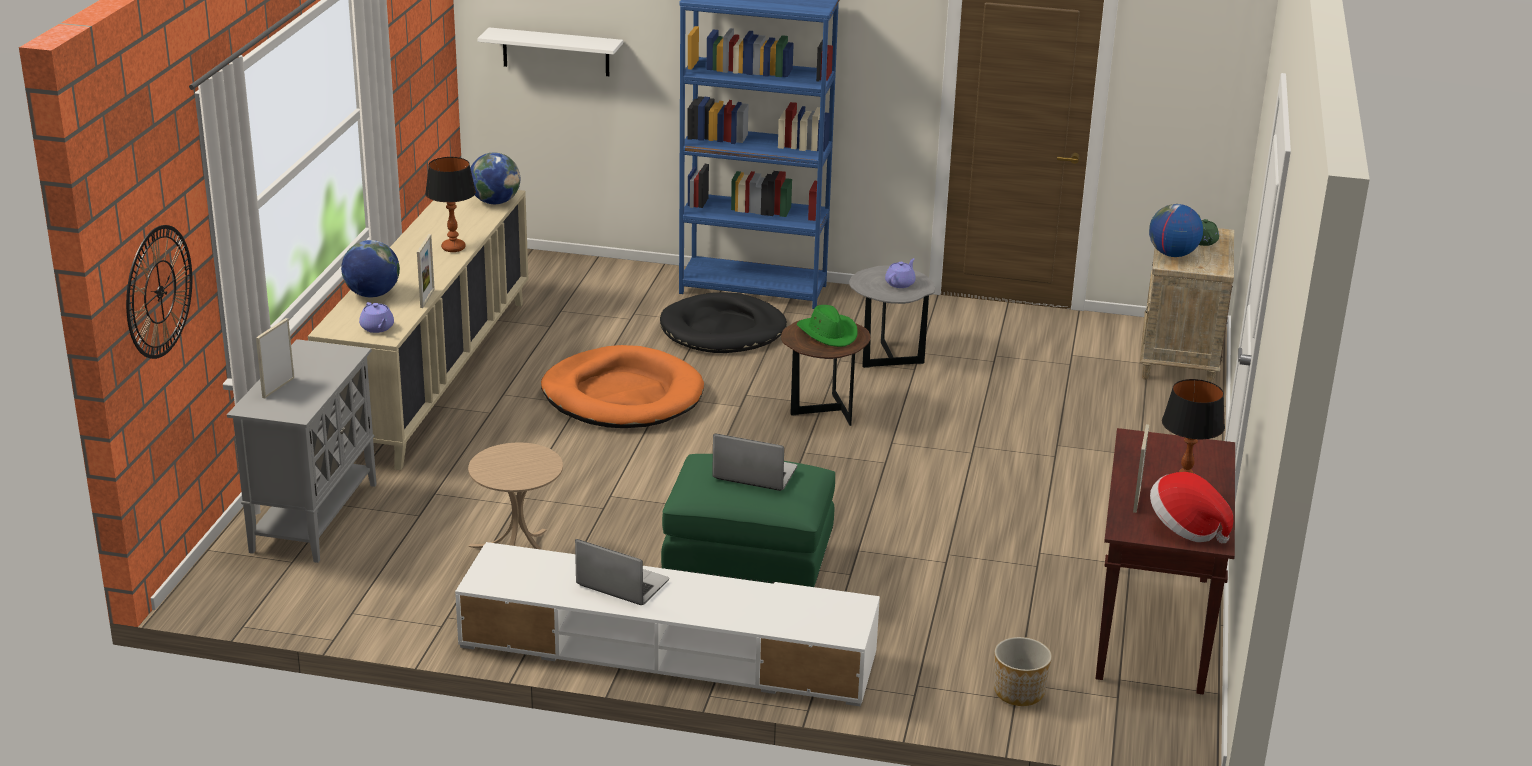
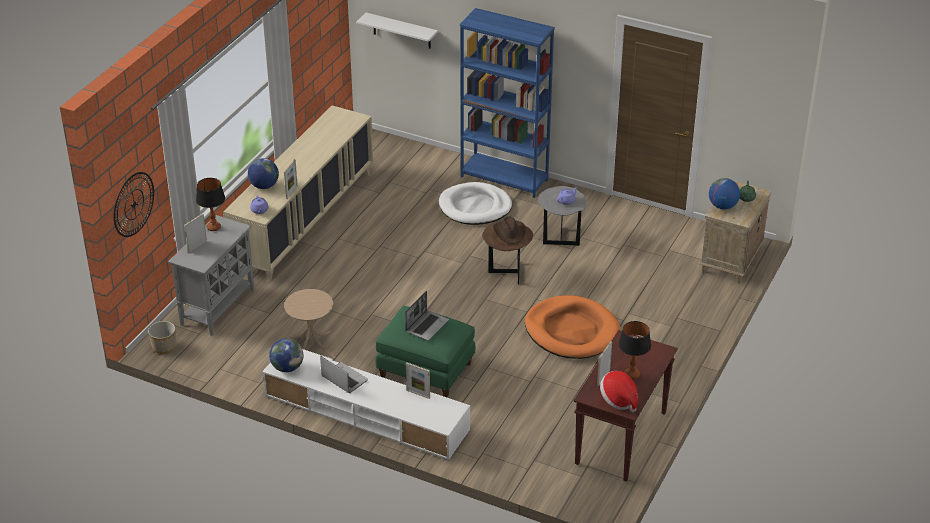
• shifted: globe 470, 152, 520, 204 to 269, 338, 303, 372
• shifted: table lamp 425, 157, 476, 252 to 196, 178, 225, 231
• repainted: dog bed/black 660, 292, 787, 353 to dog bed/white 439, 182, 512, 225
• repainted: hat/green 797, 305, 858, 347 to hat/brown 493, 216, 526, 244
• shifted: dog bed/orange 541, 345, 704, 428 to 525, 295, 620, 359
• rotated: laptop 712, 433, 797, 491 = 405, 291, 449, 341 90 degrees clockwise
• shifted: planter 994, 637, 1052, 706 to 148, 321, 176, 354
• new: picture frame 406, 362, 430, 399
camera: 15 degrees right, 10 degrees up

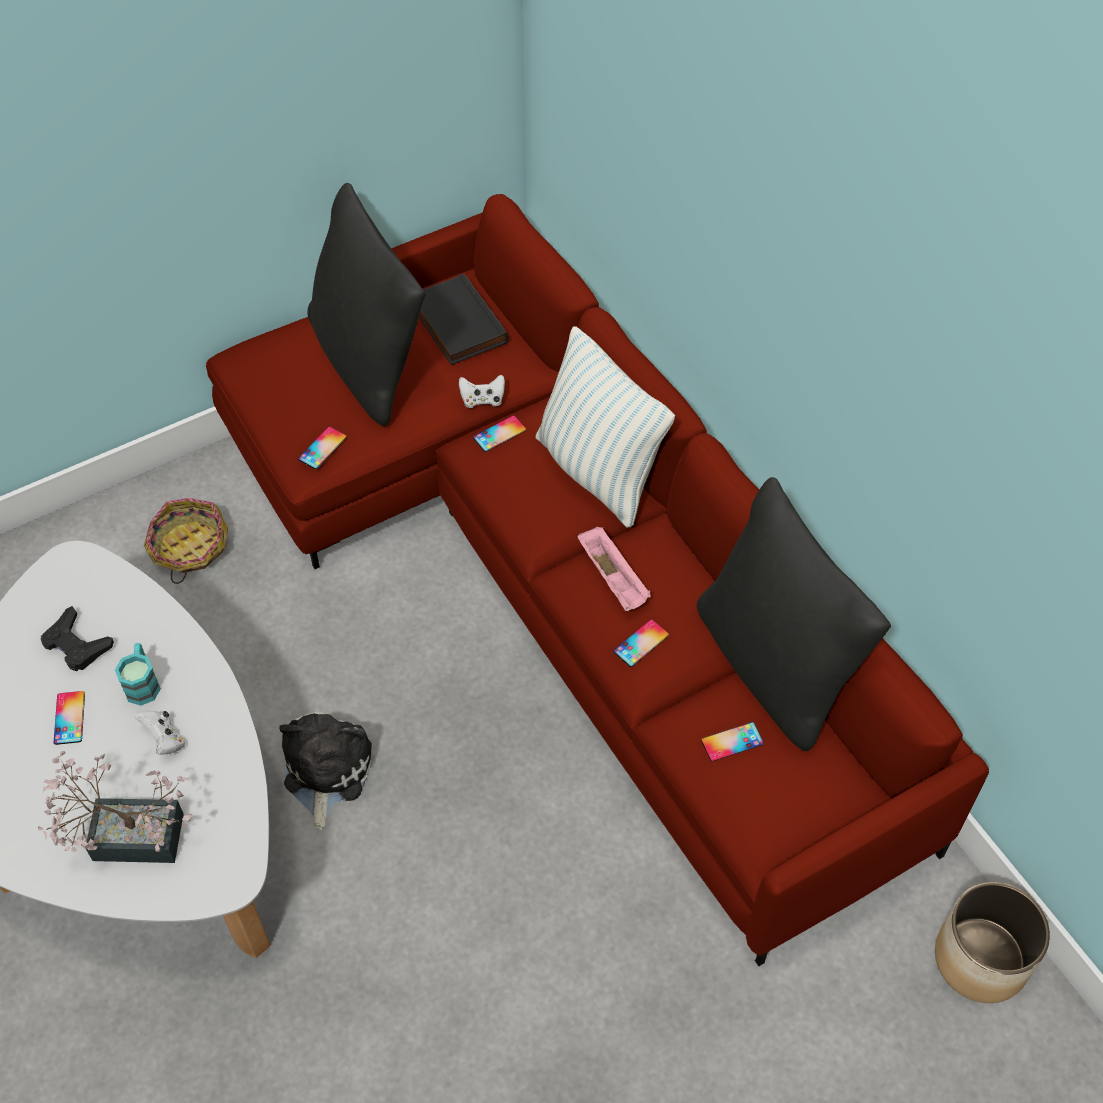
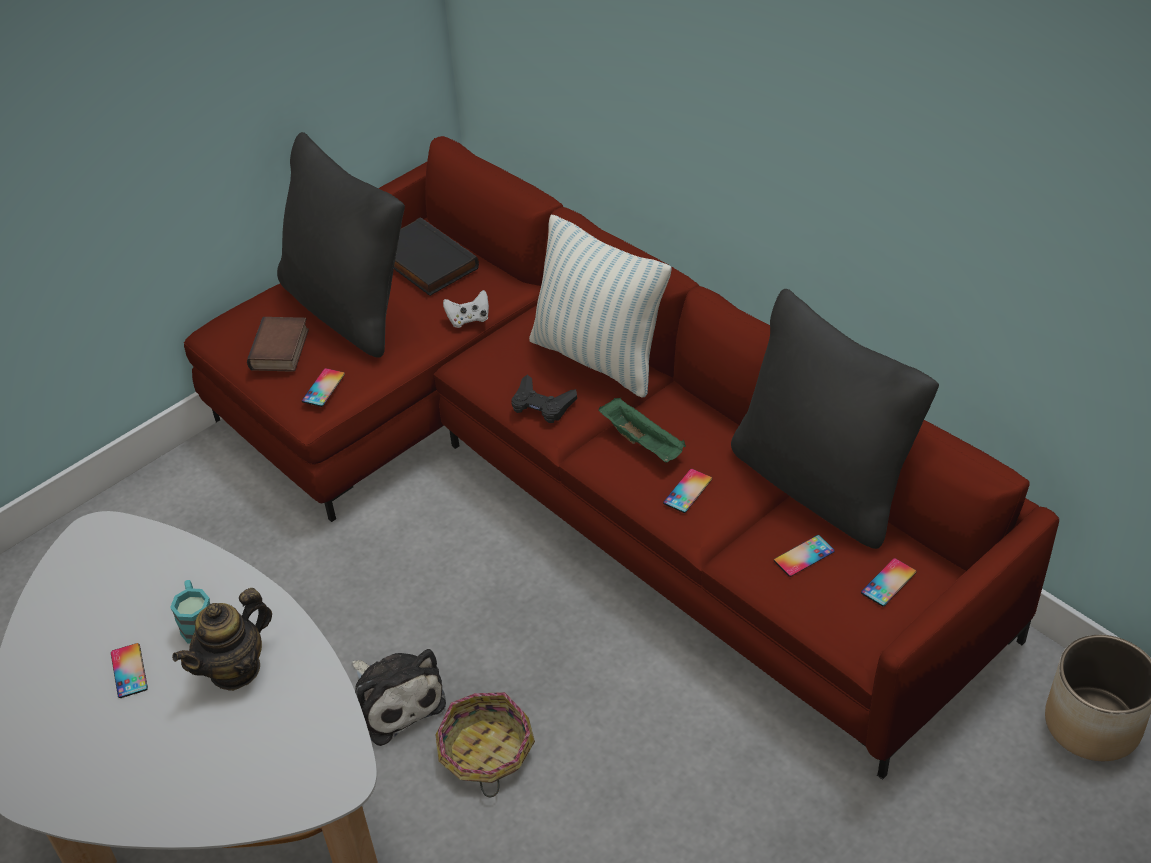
• shifted: phone 473, 415, 526, 452 to 861, 558, 916, 606
• shifted: basket 144, 498, 228, 584 to 435, 692, 535, 797
• repainted: tray/pink 577, 527, 651, 611 to tray/green 598, 398, 686, 463
• shifted: game controller/black 40, 606, 114, 671 to 511, 374, 577, 423
• swapped: game controller/white 135, 711, 185, 755 to teapot 172, 588, 272, 691
• rotated: plush toy 279, 712, 372, 830 = 352, 649, 446, 746 150 degrees clockwise
• gone: potted plant 38, 751, 192, 863
• new: book 247, 317, 309, 372
camera: 10 degrees left, 10 degrees down

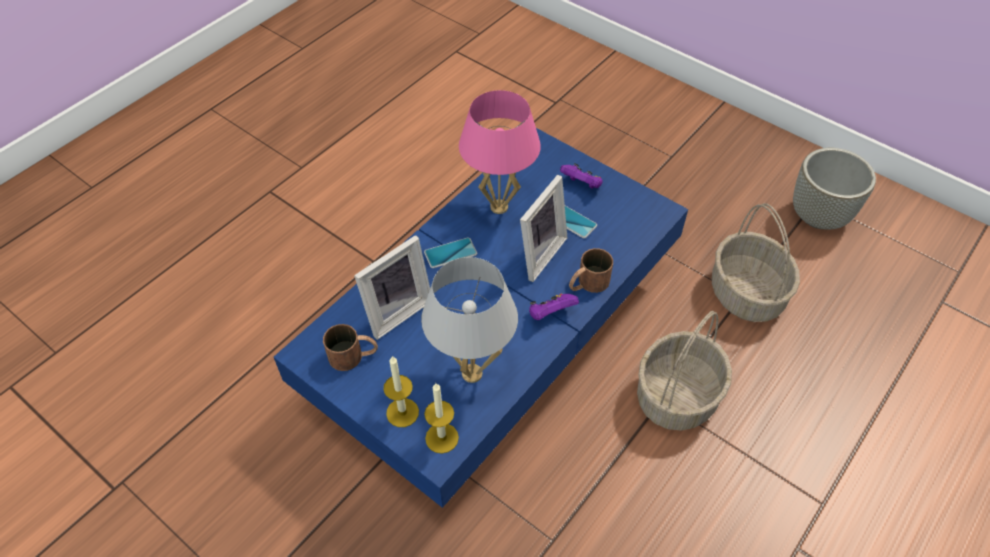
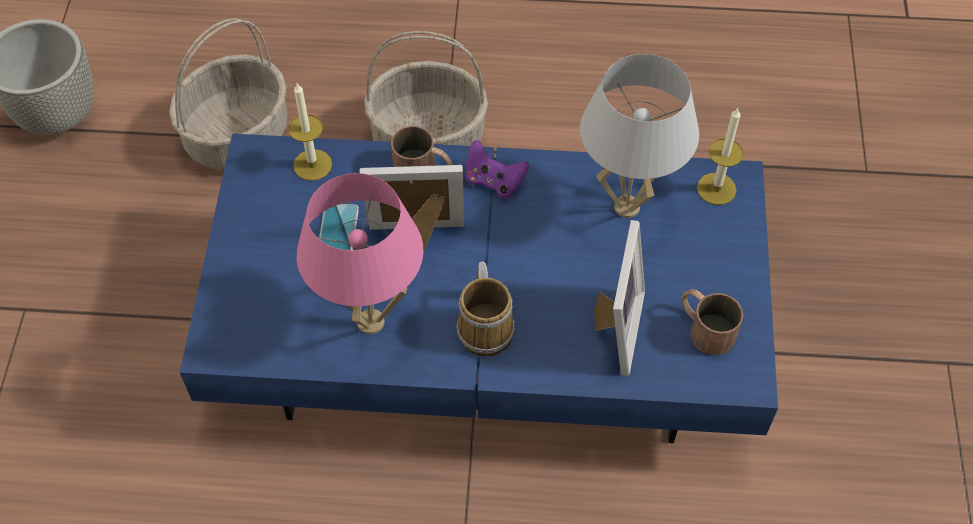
• gone: game controller/purple 560, 163, 603, 189
• rotated: picture frame 354, 235, 430, 340 = 594, 220, 645, 376 90 degrees clockwise
• swapped: phone 424, 238, 477, 268 to mug 456, 261, 515, 357
• shifted: candle 384, 356, 419, 427 to 288, 83, 332, 181
camera: 125 degrees left, 5 degrees up

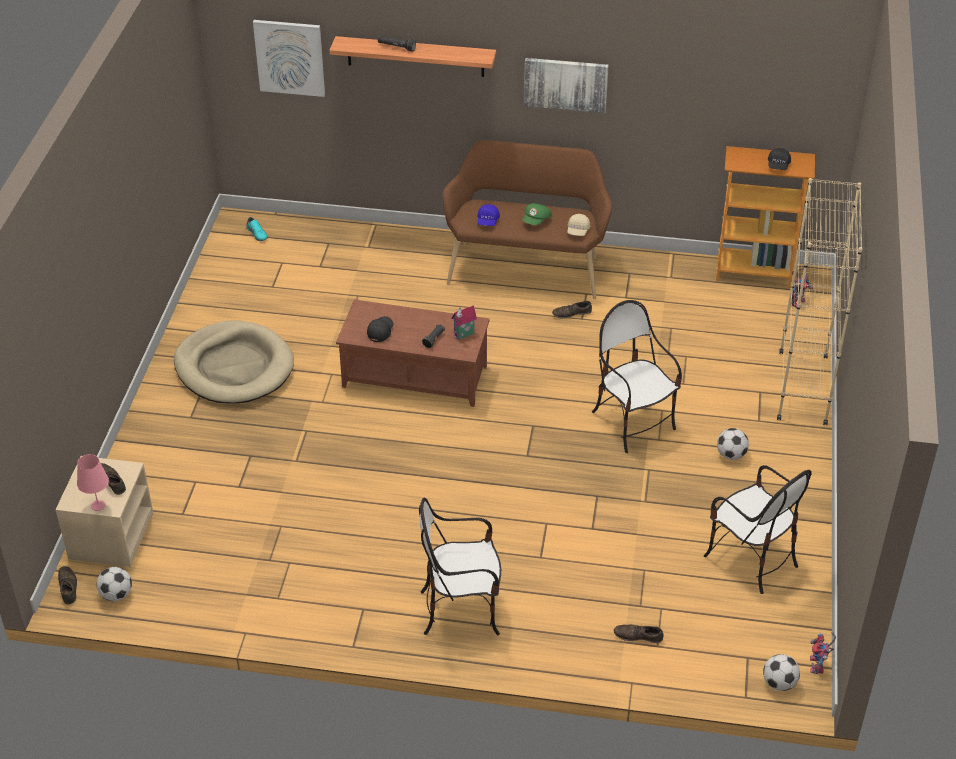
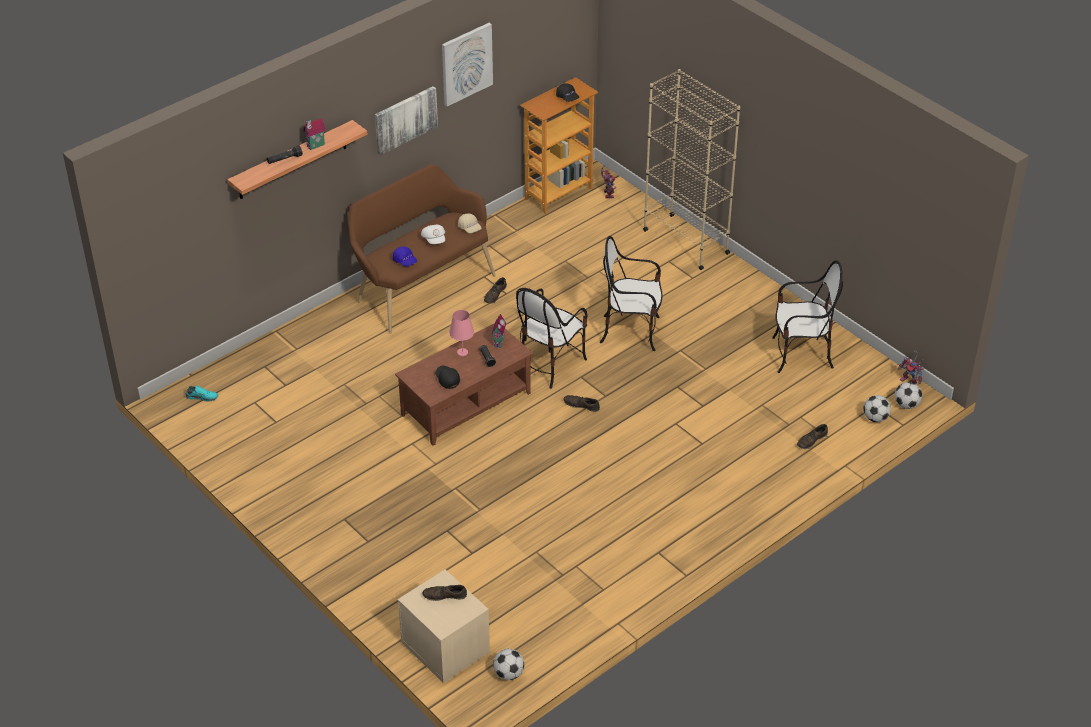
• shifted: picture 253, 20, 325, 97 to 442, 23, 493, 106
• repainted: cap/green 523, 203, 552, 225 to cap/white 421, 225, 445, 244
• gone: dog bed/beige 174, 321, 294, 404
• shifted: football 717, 428, 749, 460 to 863, 395, 891, 422
• shifted: table lamp/pink 77, 454, 109, 511 to 449, 310, 474, 356
• shifted: chair 419, 498, 501, 635 to 516, 288, 587, 389
• shifted: shoe/brown 58, 566, 77, 605 to 563, 395, 600, 412
• new: toy house 303, 118, 326, 150
camera: 50 degrees left, 0 degrees up

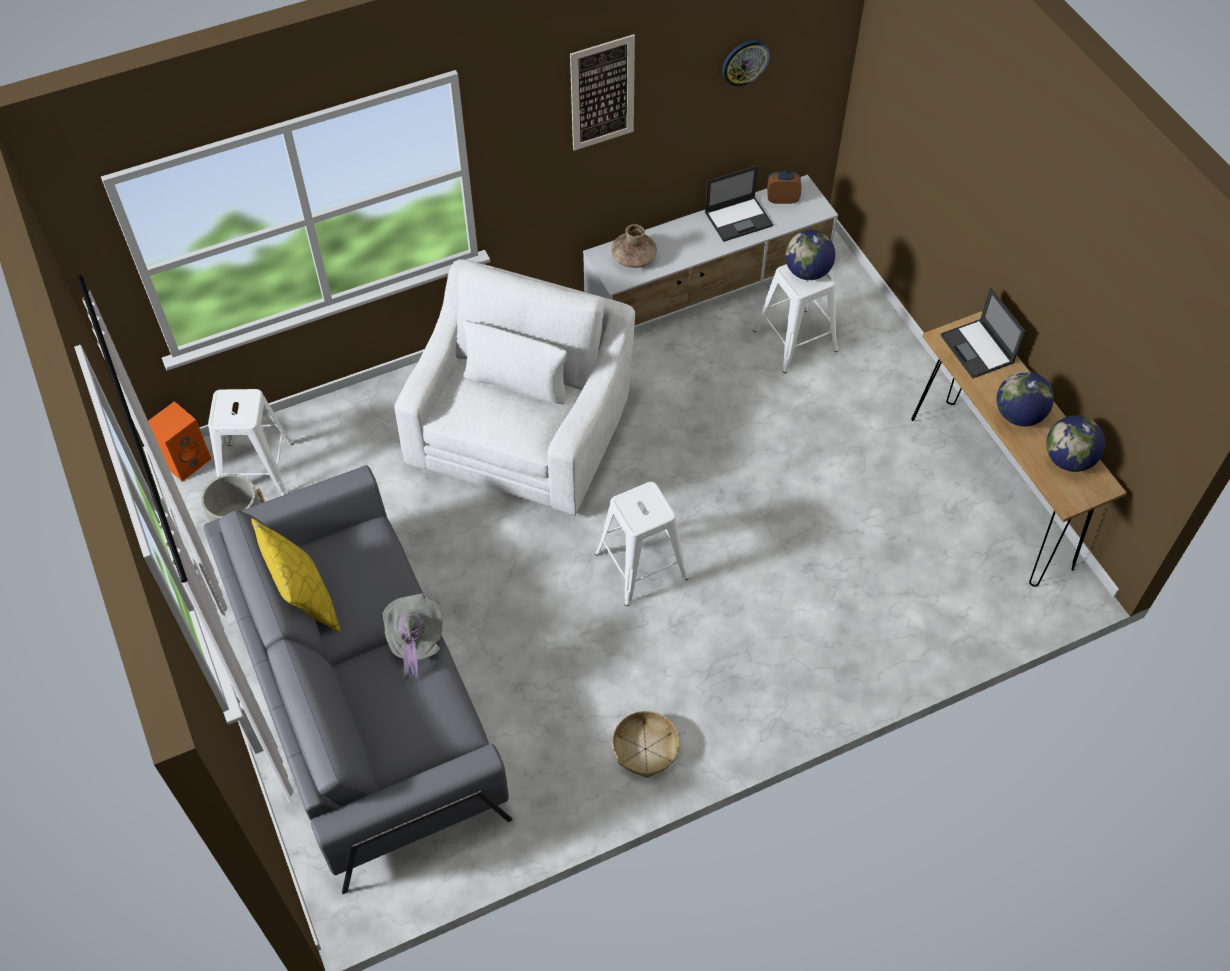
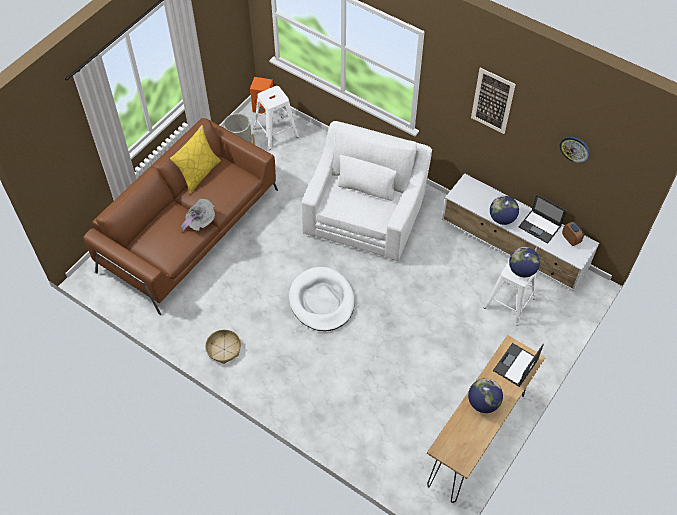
• gone: vase/brown 612, 224, 657, 268
• rotated: armchair/white 394, 259, 635, 516 = 302, 121, 432, 261 60 degrees counterclockwise
• shifted: globe 1046, 415, 1105, 472 to 490, 196, 519, 225
• repainted: sofa/grey 204, 465, 513, 894 to sofa/brown 83, 118, 278, 315
• swapped: stool/white 595, 482, 688, 606 to dog bed/white 289, 267, 355, 331
camera: 60 degrees right, 0 degrees up

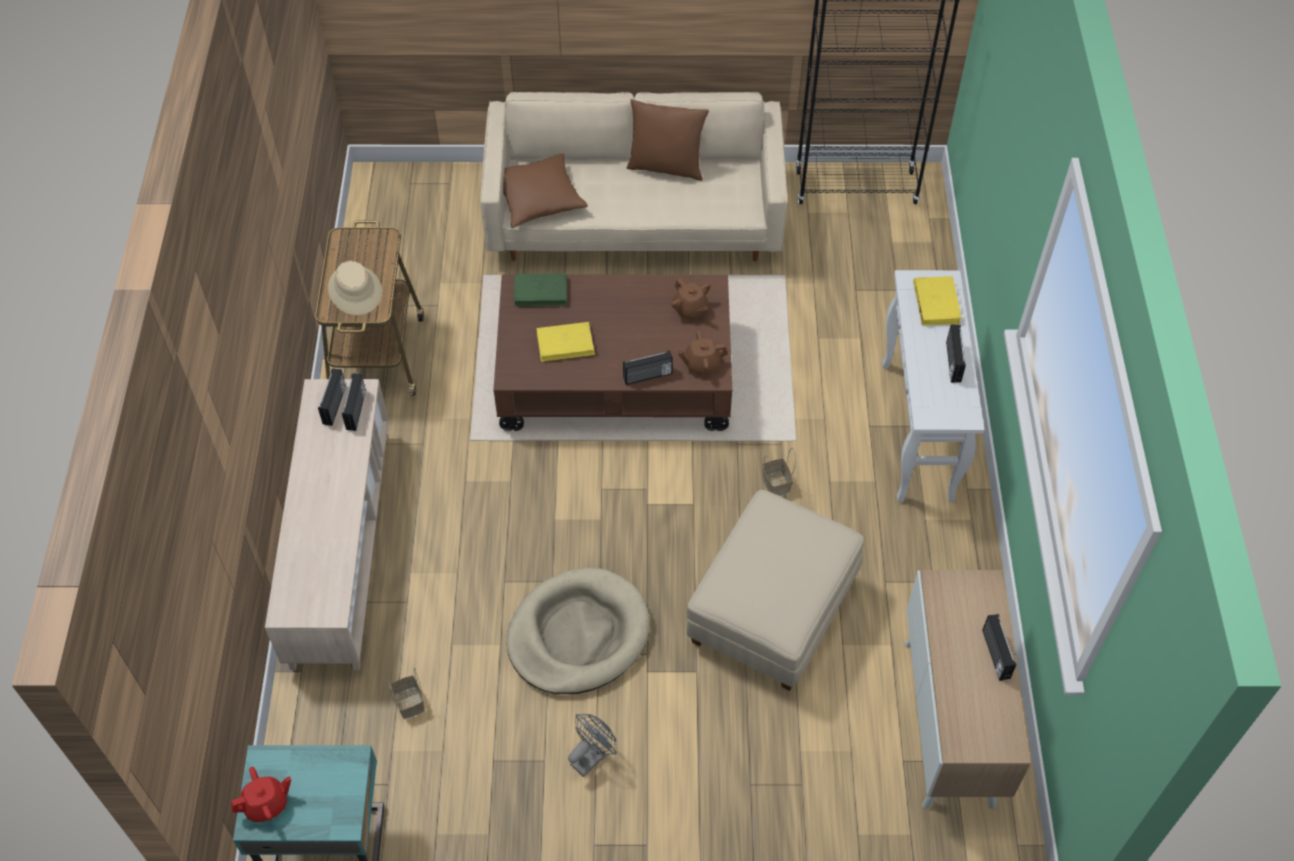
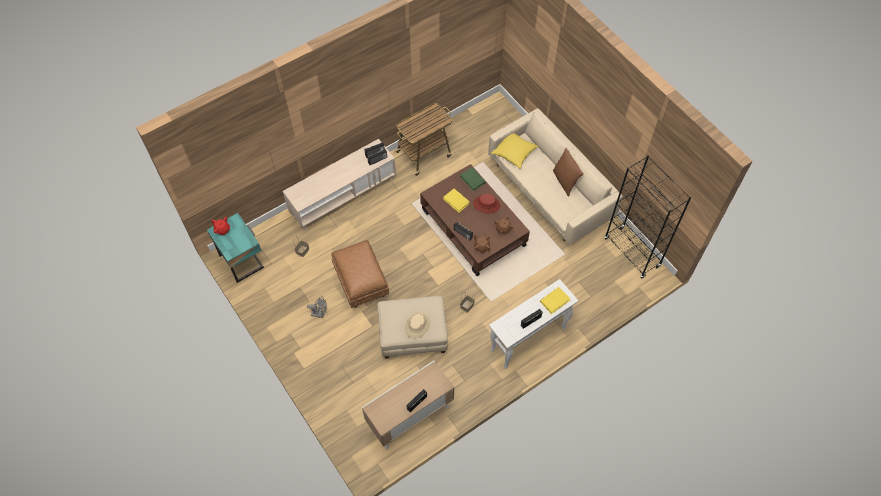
• repainted: pillow/brown 503, 154, 588, 228 to pillow/yellow 491, 133, 538, 169
• shifted: hat/beige 328, 261, 382, 315 to 405, 312, 430, 338
• swapped: dog bed/beige 506, 567, 650, 694 to ottoman/brown 331, 240, 389, 308
• new: hat/red 473, 194, 500, 214
camera: 55 degrees right, 5 degrees up

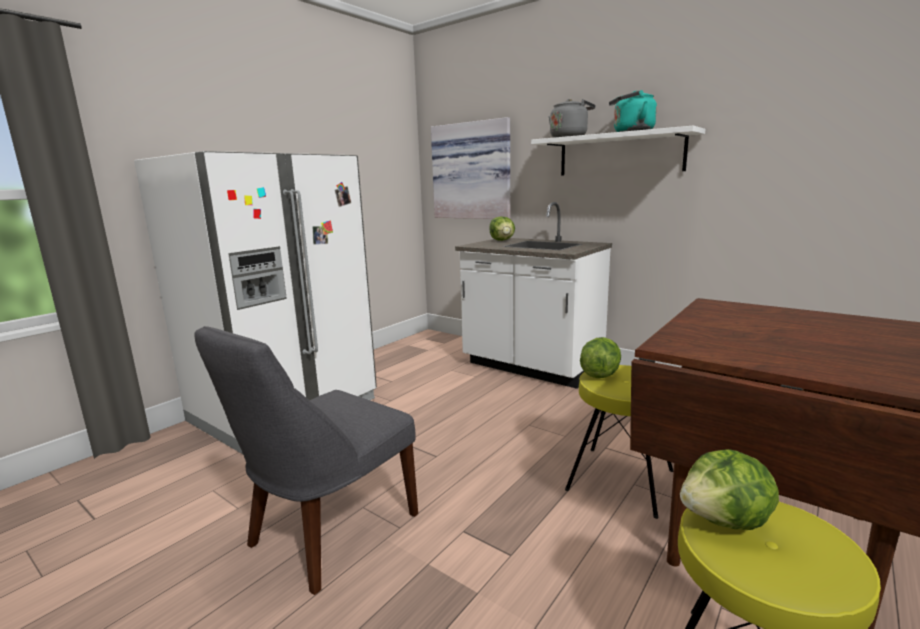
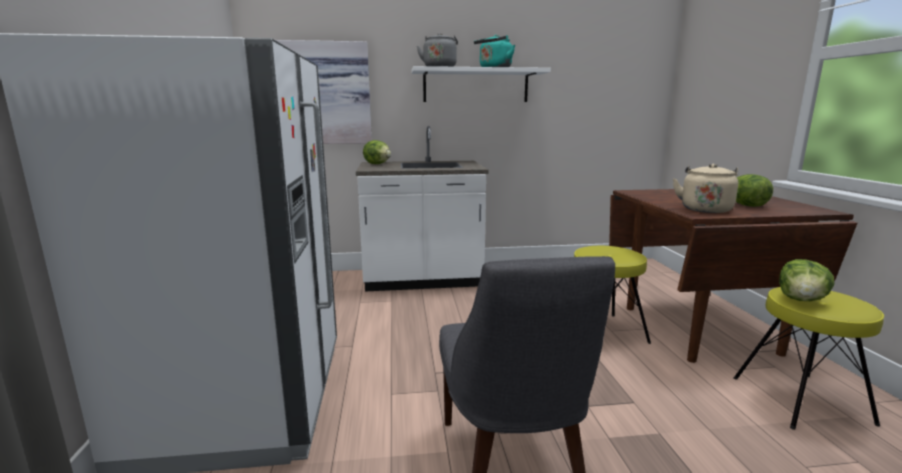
• shifted: lettuce 580, 337, 621, 378 to 736, 174, 773, 207
• new: kettle/beige 673, 164, 738, 213
camera: 45 degrees left, 0 degrees up

